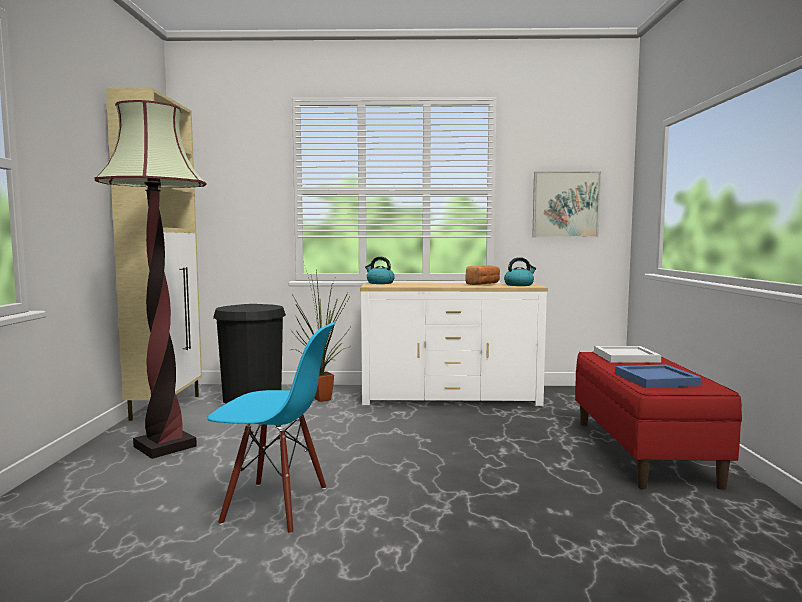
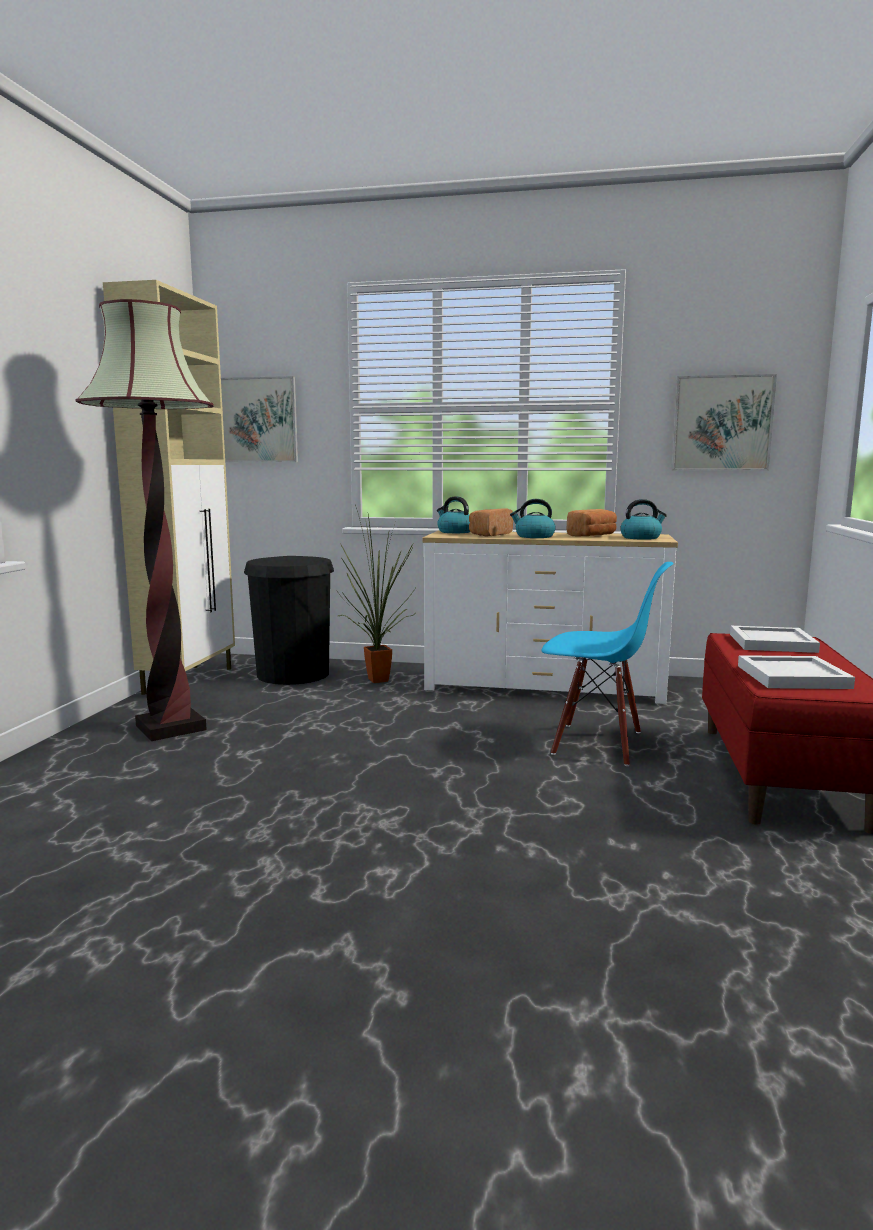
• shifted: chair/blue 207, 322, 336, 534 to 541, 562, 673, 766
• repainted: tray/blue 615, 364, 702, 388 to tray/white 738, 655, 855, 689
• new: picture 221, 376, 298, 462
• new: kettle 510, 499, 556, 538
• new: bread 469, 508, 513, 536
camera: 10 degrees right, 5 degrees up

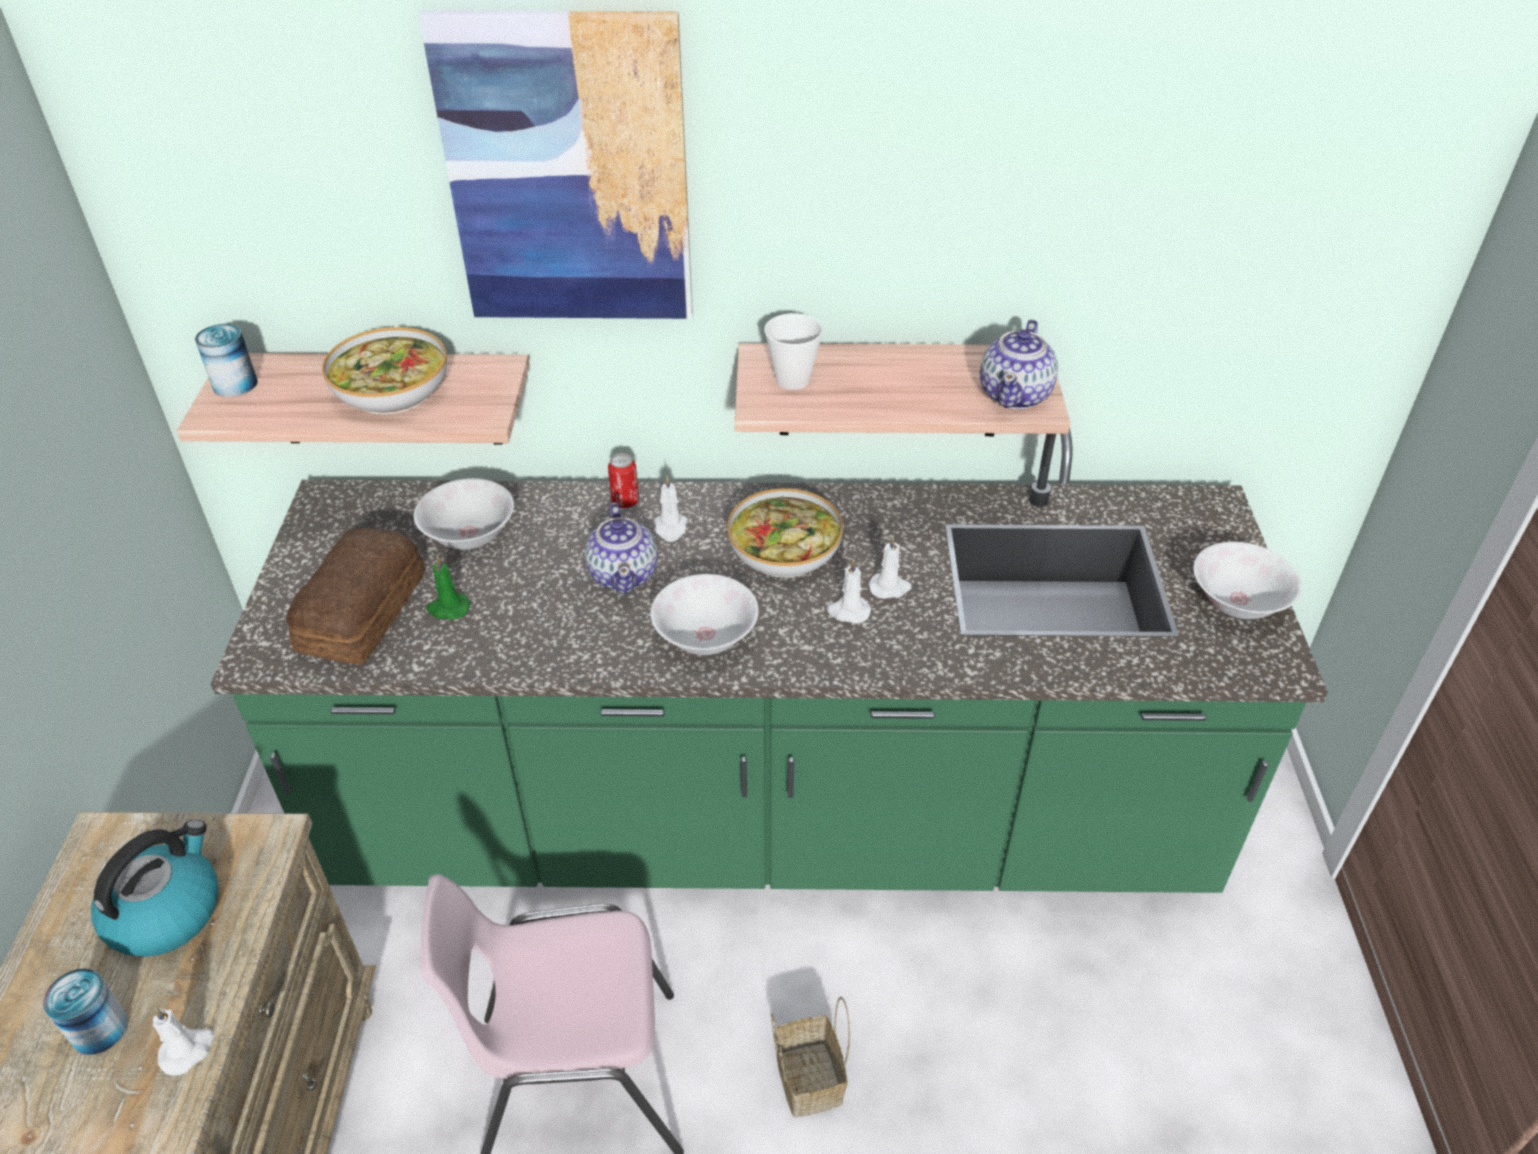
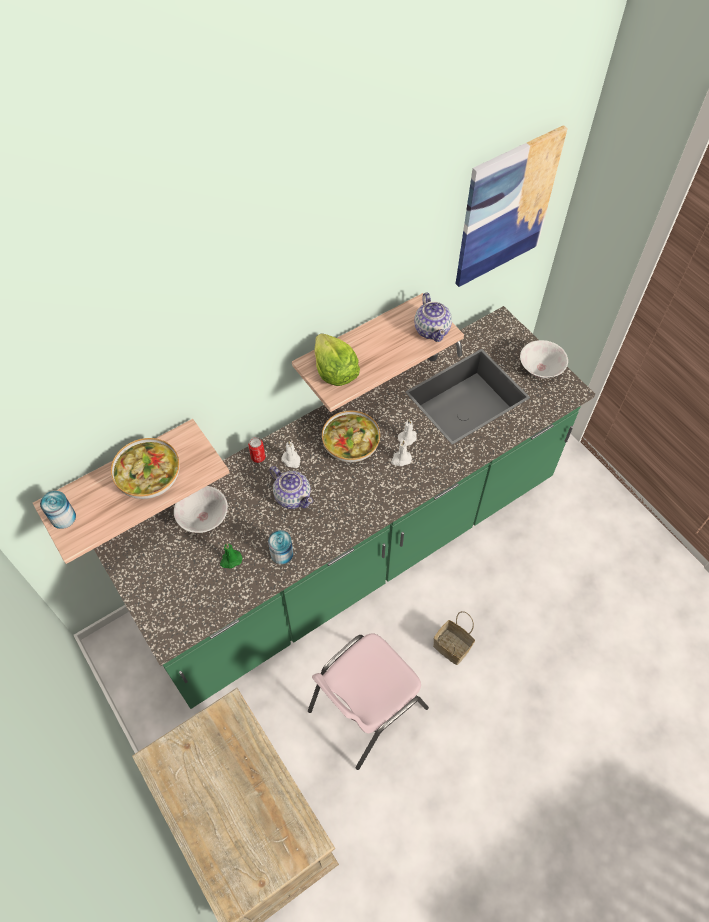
• shifted: picture 419, 10, 693, 319 to 456, 125, 568, 287
• swapped: cup 764, 313, 823, 390 to lettuce 314, 333, 360, 386
• gone: bread 286, 528, 425, 664
• gone: bowl/white 651, 574, 759, 655
• gone: kettle 91, 820, 218, 957
• shifted: can 43, 968, 128, 1055 to 268, 530, 293, 564
• gone: candle/white 153, 1008, 214, 1076
camera: 35 degrees left, 15 degrees up

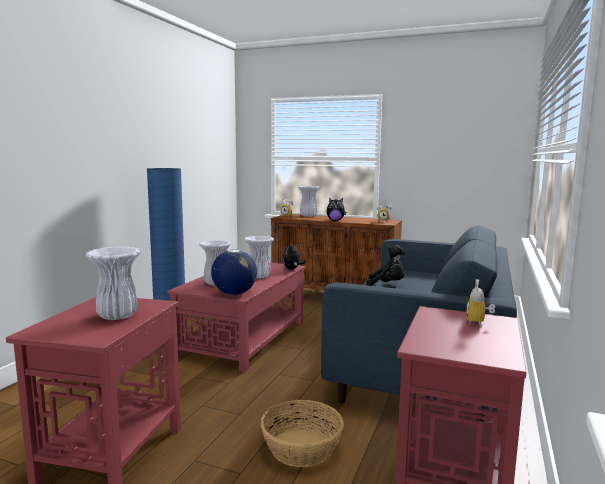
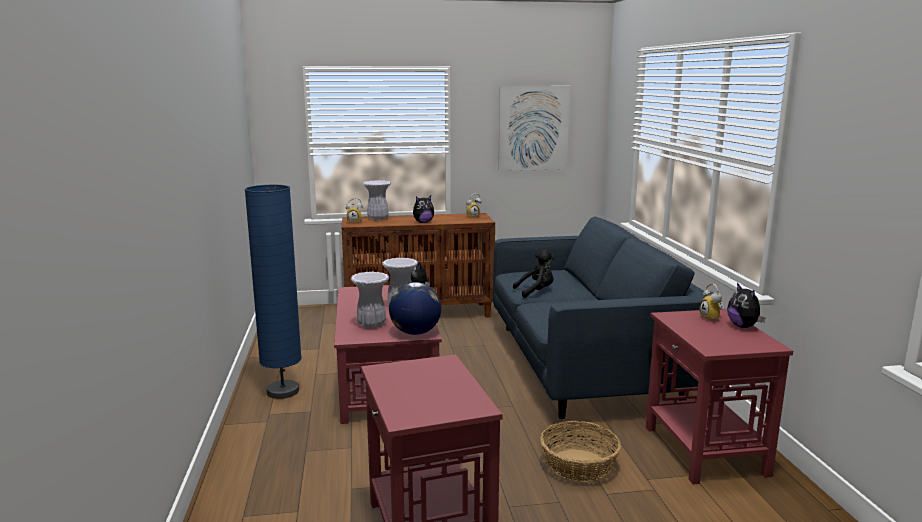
• gone: vase/white 86, 247, 141, 320
• new: picture 498, 86, 571, 171
• new: plush toy 727, 283, 765, 328
camera: 30 degrees left, 5 degrees up

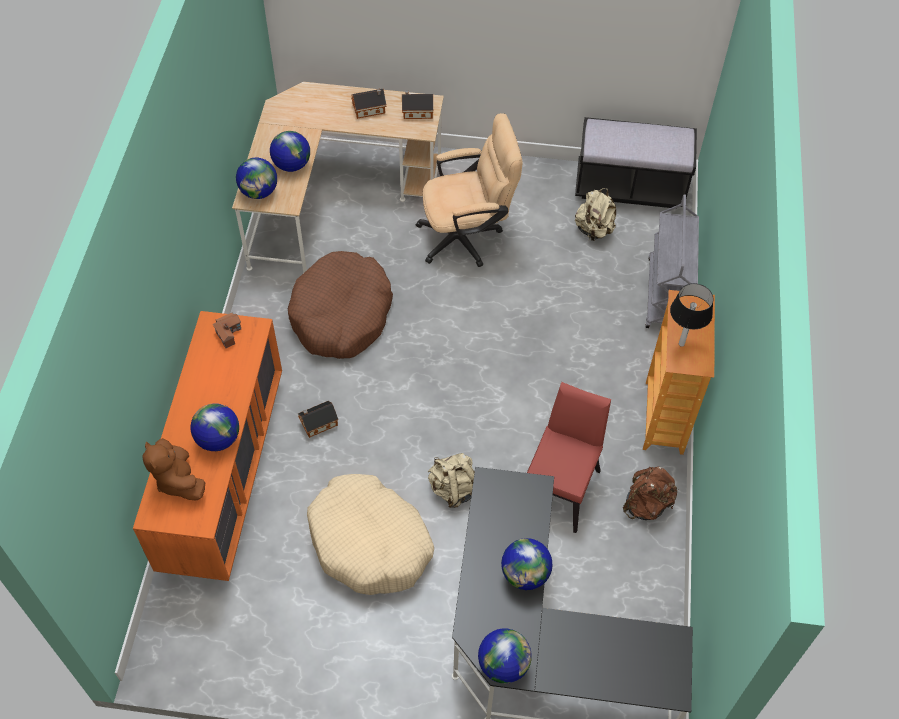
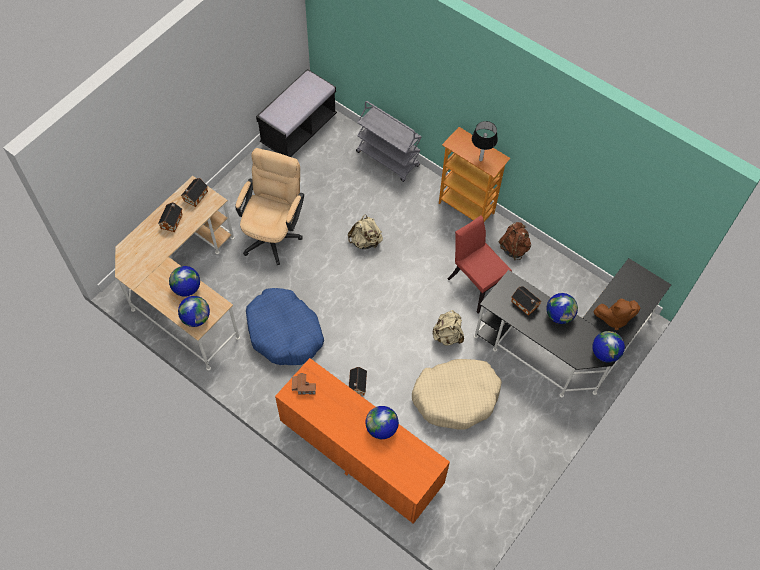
• shifted: backpack/beige 575, 188, 616, 241 to 348, 215, 383, 249
• repainted: dog bed/brown 288, 251, 393, 359 to dog bed/blue 246, 288, 324, 365
• shifted: plush toy/brown 142, 438, 205, 500 to 593, 299, 641, 330
• new: toy house 512, 286, 542, 316
camera: 60 degrees left, 5 degrees up

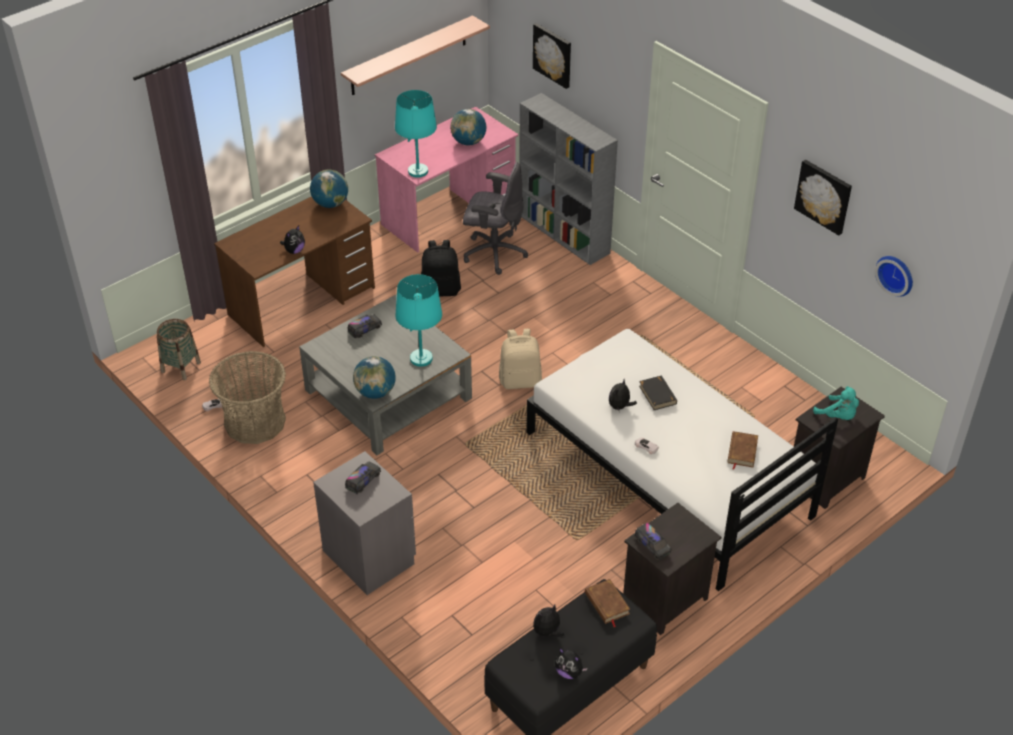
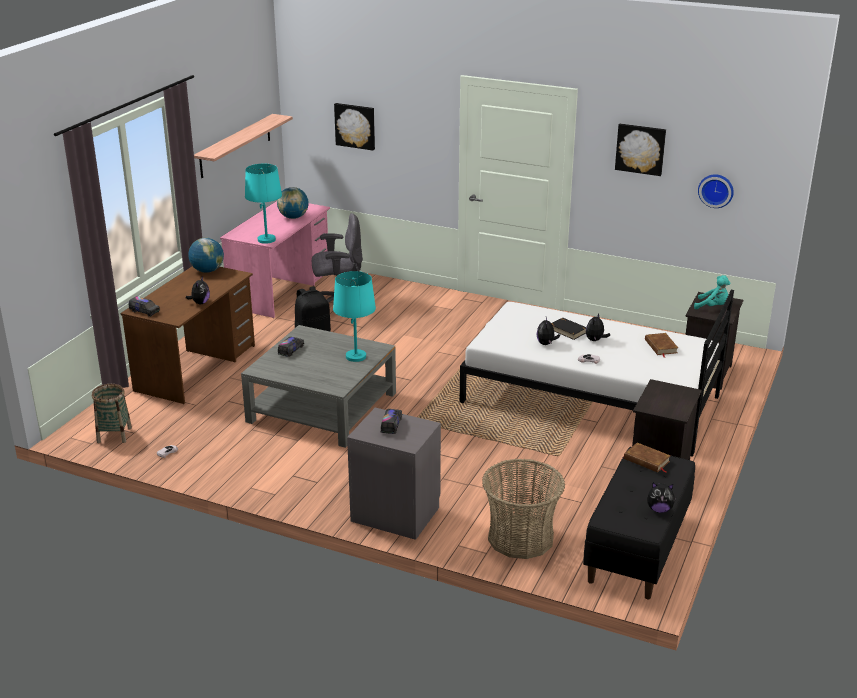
• gone: bookcase/grey 519, 93, 618, 265
• gone: backpack/beige 499, 328, 542, 389
• shifted: basket 209, 351, 286, 444 to 482, 458, 565, 559
• gone: globe 353, 356, 396, 399
• shifted: toy truck 634, 523, 672, 560 to 129, 296, 160, 317
• shifted: plush toy 533, 605, 564, 637 to 586, 313, 610, 341
camera: 25 degrees left, 15 degrees down

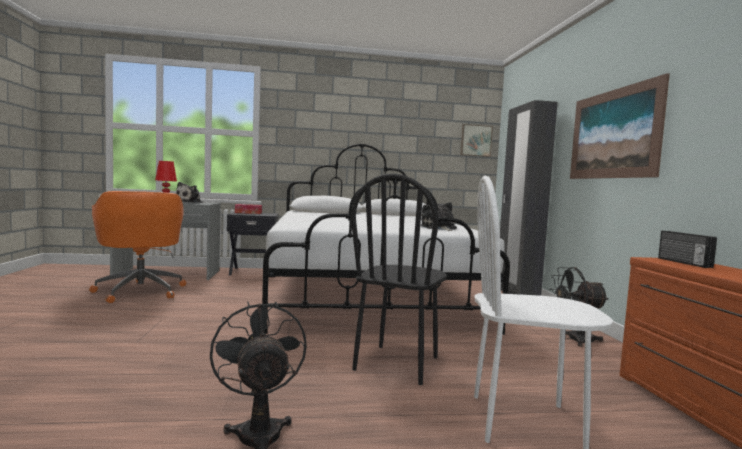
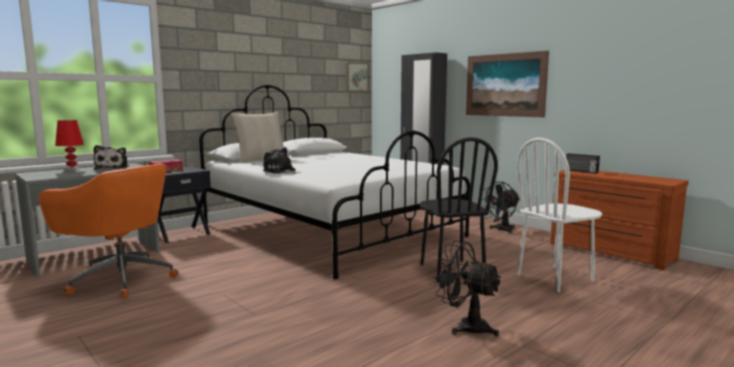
• shifted: plush toy 421, 202, 457, 231 to 263, 147, 296, 174
• new: pillow/beige 231, 112, 284, 163
camera: 35 degrees left, 5 degrees up

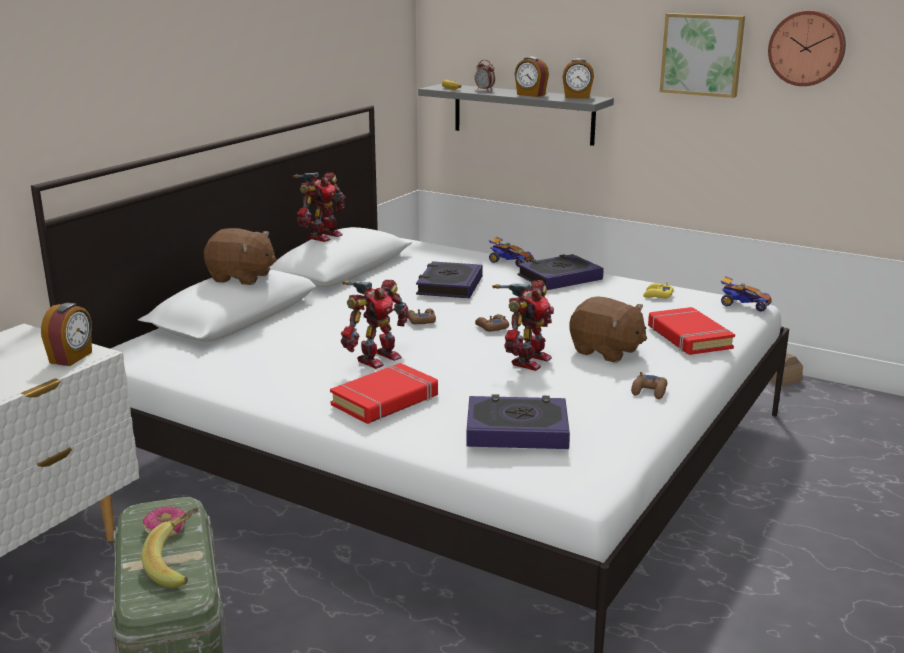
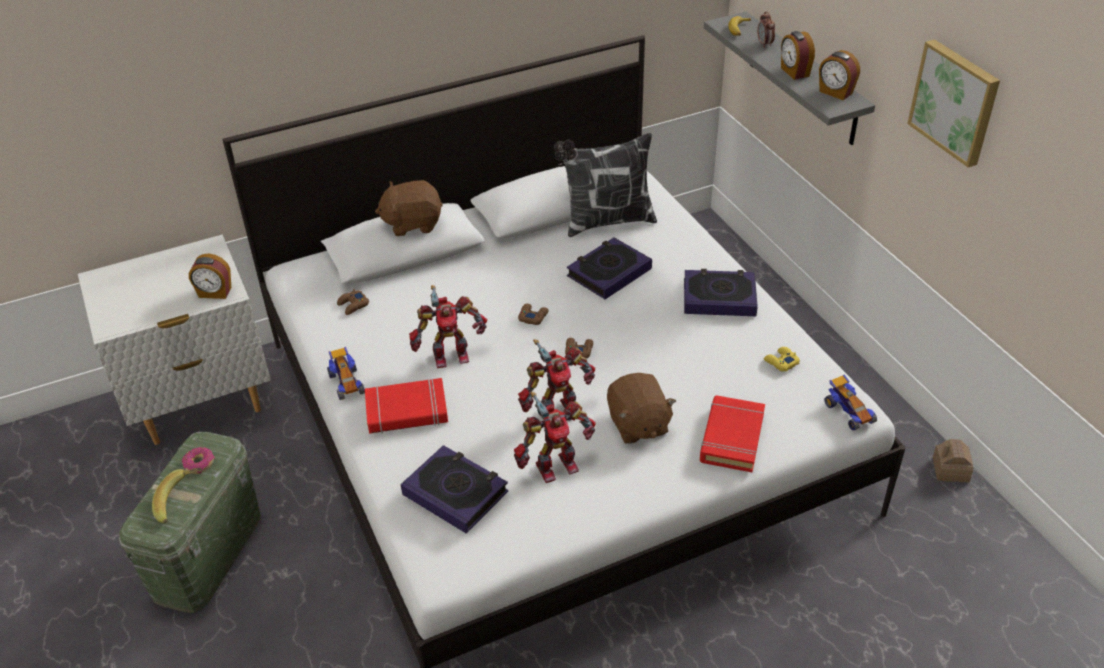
• gone: wall clock 768, 10, 846, 86
• shifted: toy robot 293, 172, 345, 242 to 514, 392, 595, 483
• rotated: plush toy/brown 204, 228, 277, 285 = 375, 180, 443, 236 120 degrees clockwise
• shifted: toy car 489, 237, 534, 267 to 327, 347, 365, 400
• rotated: alarm clock 41, 303, 92, 366 = 189, 253, 231, 299 45 degrees clockwise
• shifted: game controller/brown 631, 372, 667, 399 to 337, 289, 369, 315
• new: pillow 554, 133, 657, 237
camera: 35 degrees right, 20 degrees up

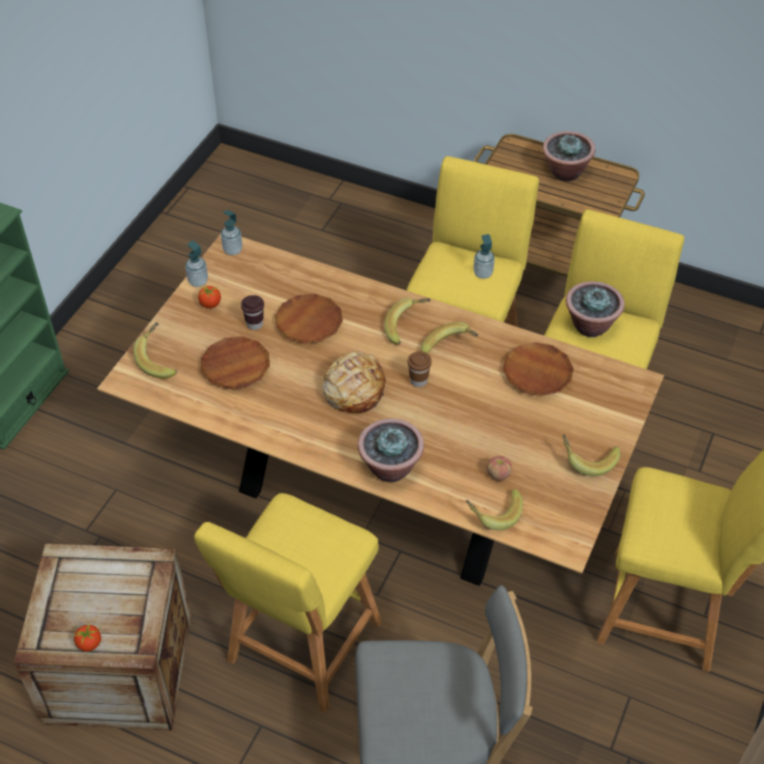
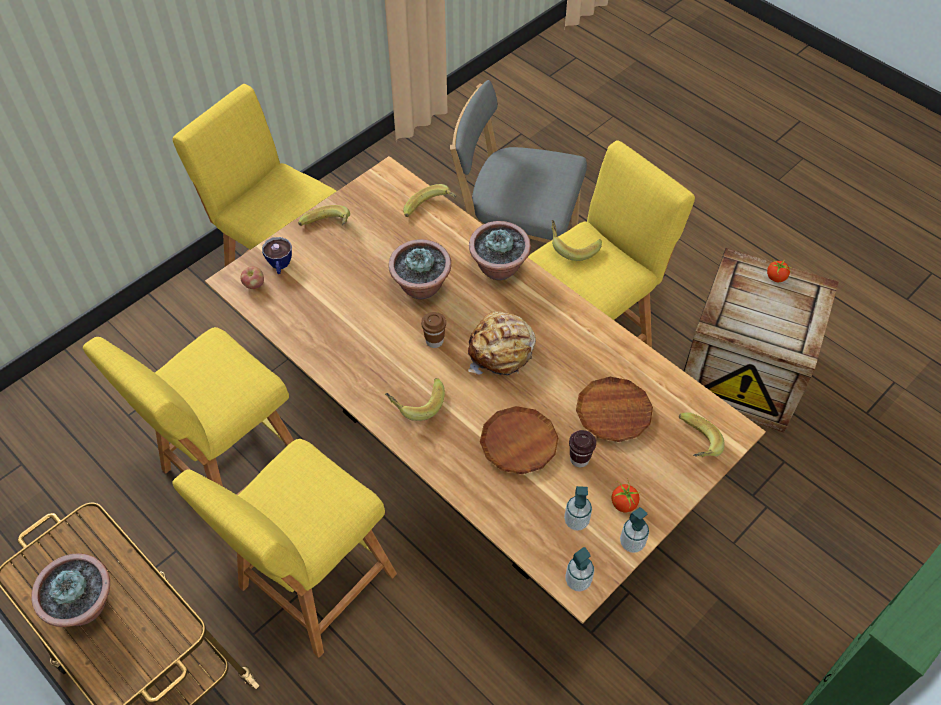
• shifted: soap dispenser 473, 234, 495, 279 to 564, 486, 592, 531
• shifted: potted plant 566, 281, 625, 337 to 389, 239, 451, 299
• shifted: banana 421, 322, 478, 354 to 551, 220, 602, 261
• gone: plate/brown 503, 342, 574, 396
• shifted: apple 486, 456, 512, 481 to 240, 266, 264, 289
• new: cup 262, 237, 292, 274
camera: 160 degrees left, 5 degrees up

